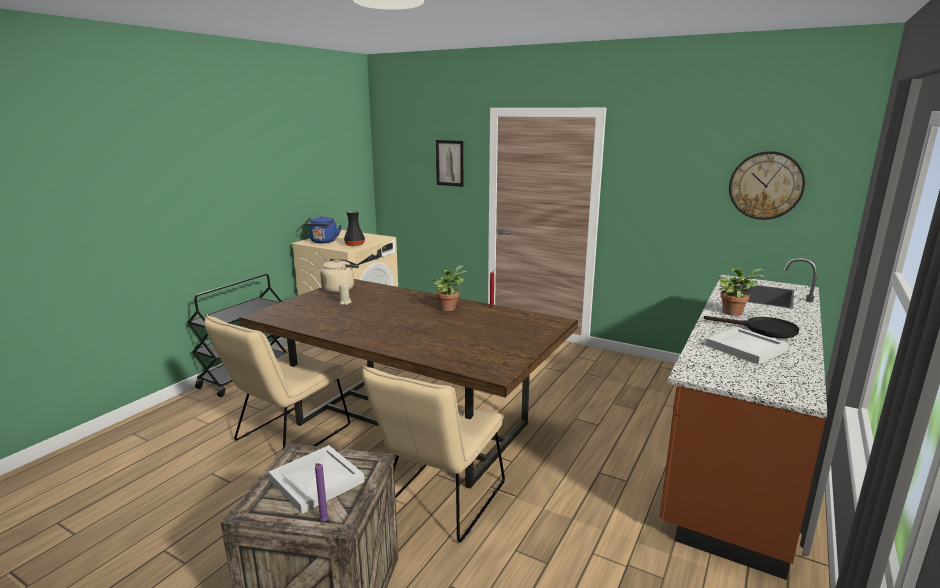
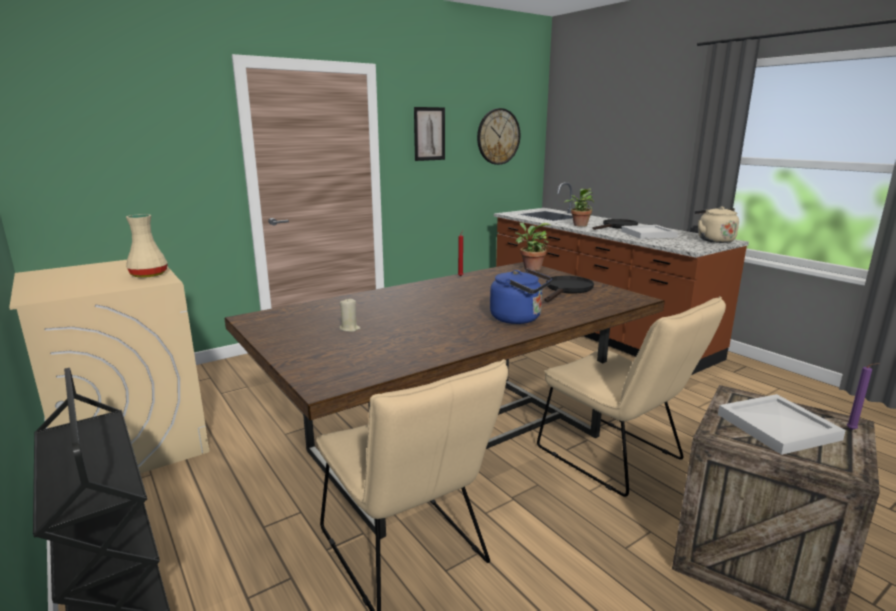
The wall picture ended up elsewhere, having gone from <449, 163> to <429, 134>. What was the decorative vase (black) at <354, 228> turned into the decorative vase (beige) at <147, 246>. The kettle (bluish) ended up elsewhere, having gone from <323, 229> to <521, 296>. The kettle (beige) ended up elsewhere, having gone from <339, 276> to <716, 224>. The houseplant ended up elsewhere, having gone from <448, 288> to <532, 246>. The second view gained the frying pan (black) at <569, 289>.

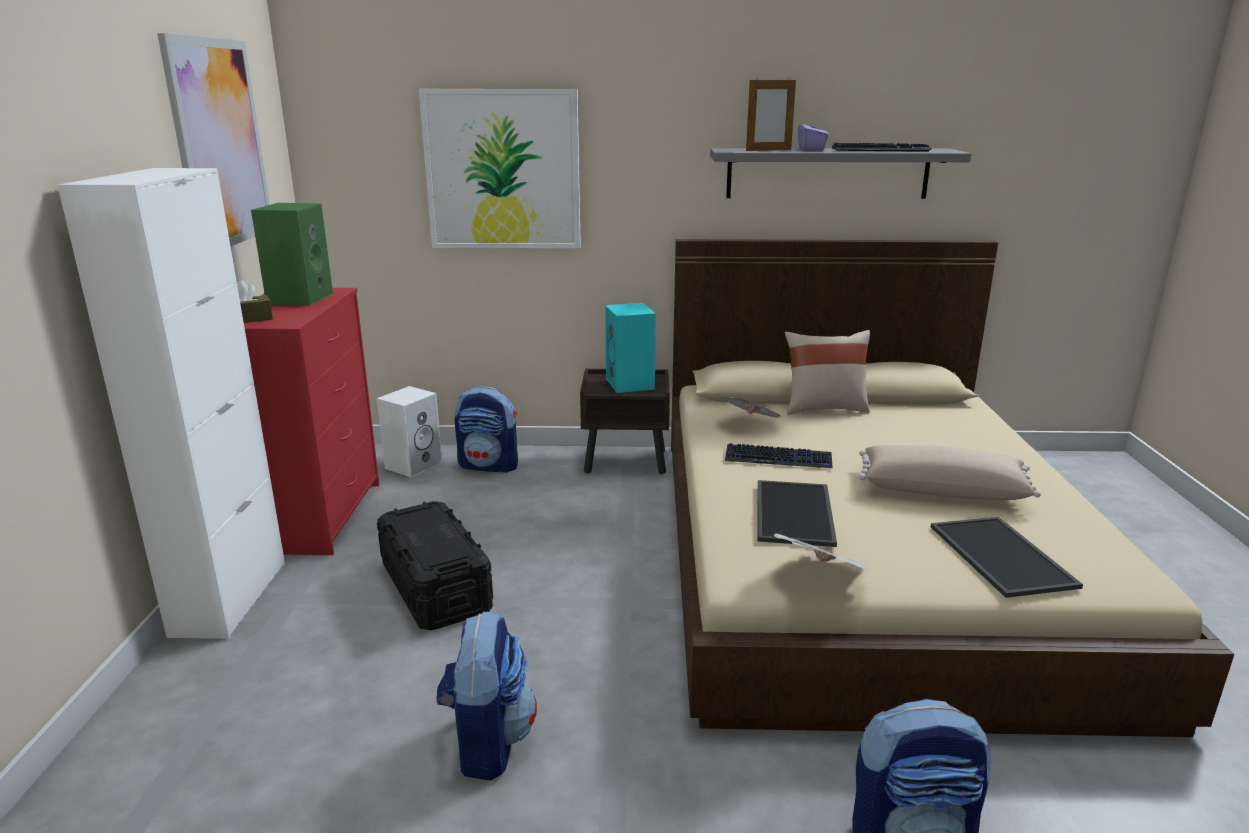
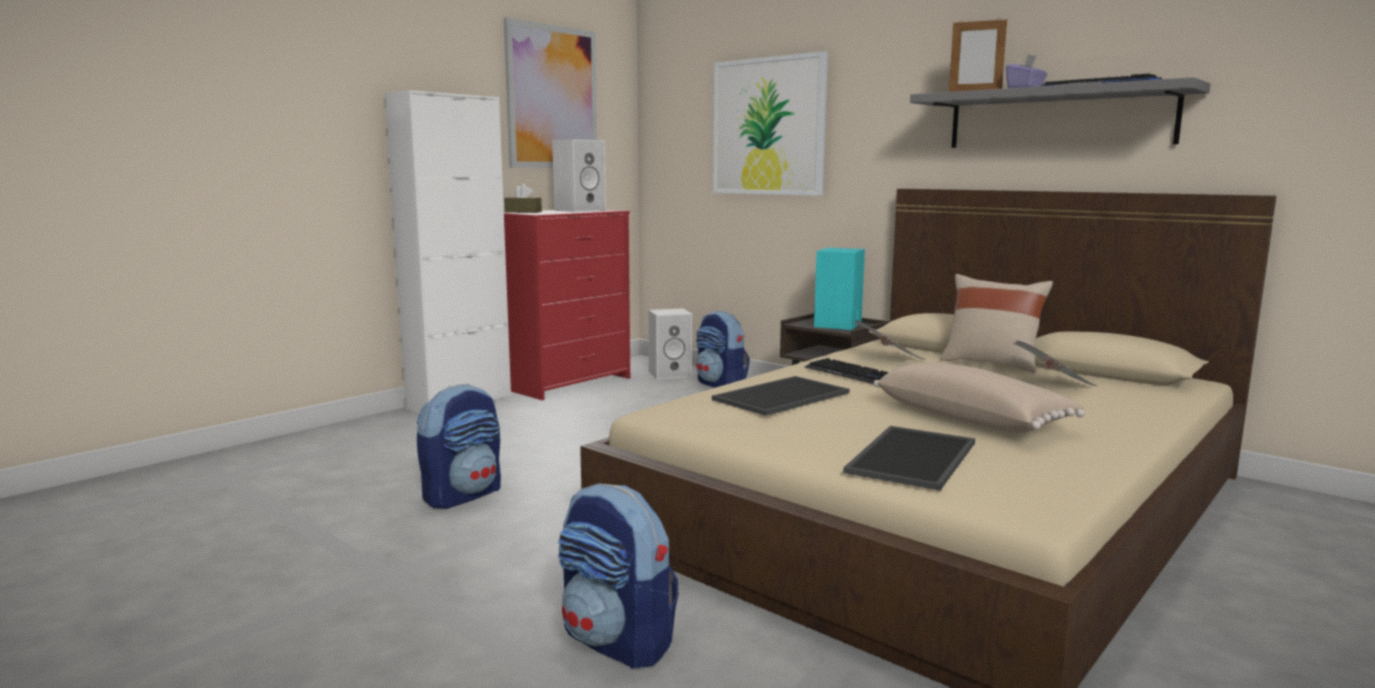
What was the speaker (green) at <292, 254> turned into the speaker (white) at <579, 176>. The second view lost the storage bin (black) at <435, 565>. The daily paper ended up elsewhere, having gone from <822, 552> to <1055, 363>.

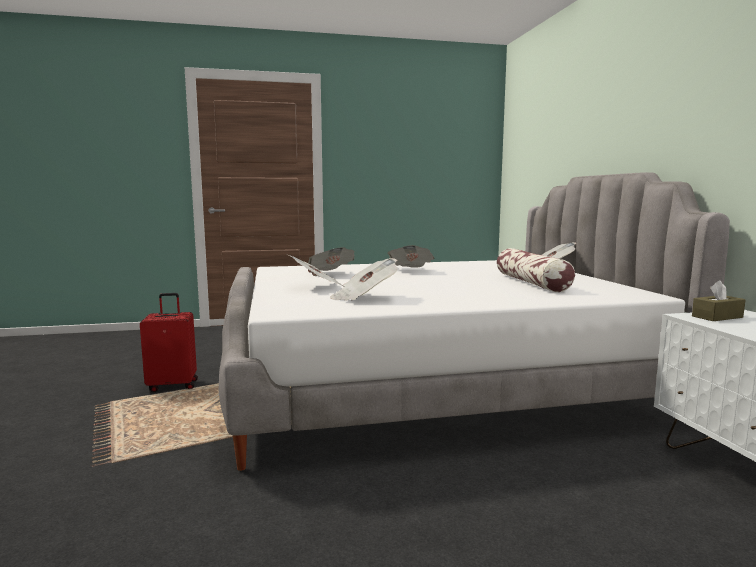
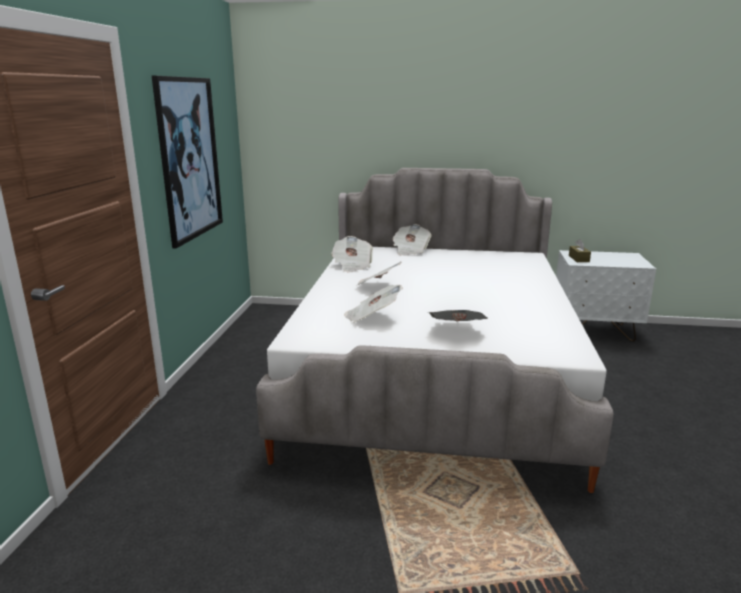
The second view lost the pillow at <536, 270>. The daily paper ended up elsewhere, having gone from <364, 279> to <352, 254>. The second view lost the suitcase (red) at <169, 342>. The second view gained the wall picture at <187, 162>.

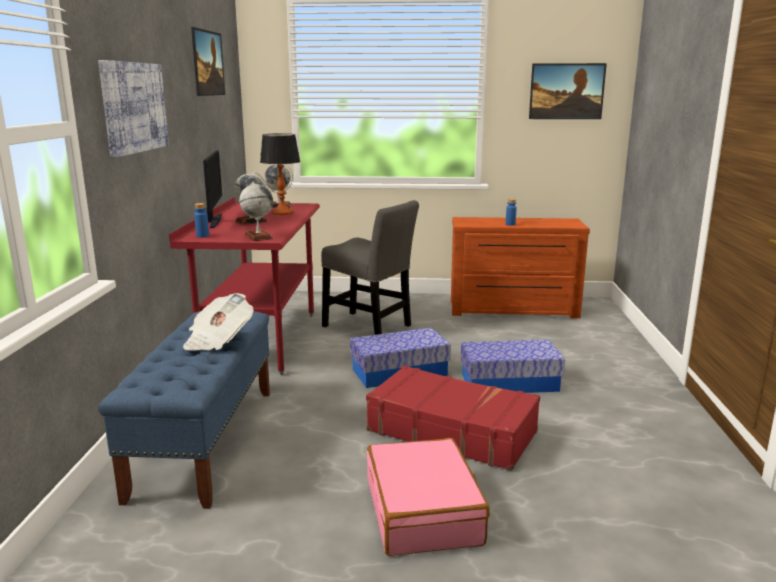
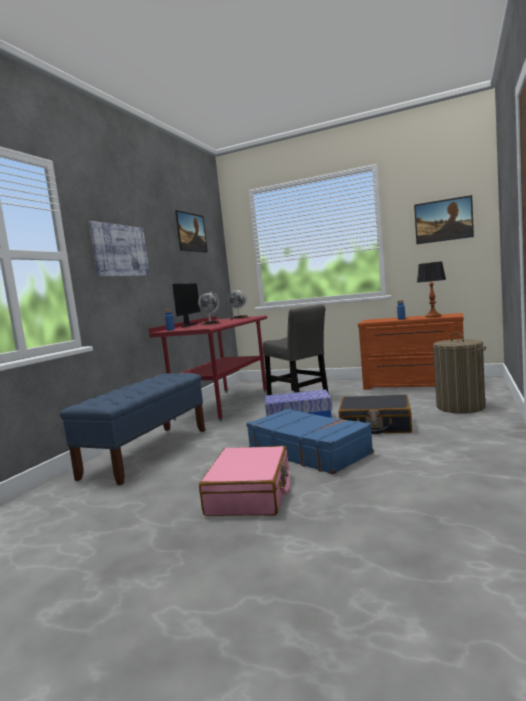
The table lamp ended up elsewhere, having gone from <280, 174> to <431, 289>. The second view lost the desk globe at <256, 211>. The second view lost the daily paper at <218, 322>. Where the storage bin stood at <512, 366>, the suitcase (black) came to stand at <375, 414>. What was the suitcase (red) at <453, 418> turned into the suitcase (bluish) at <309, 441>. The second view gained the hamper at <459, 373>.

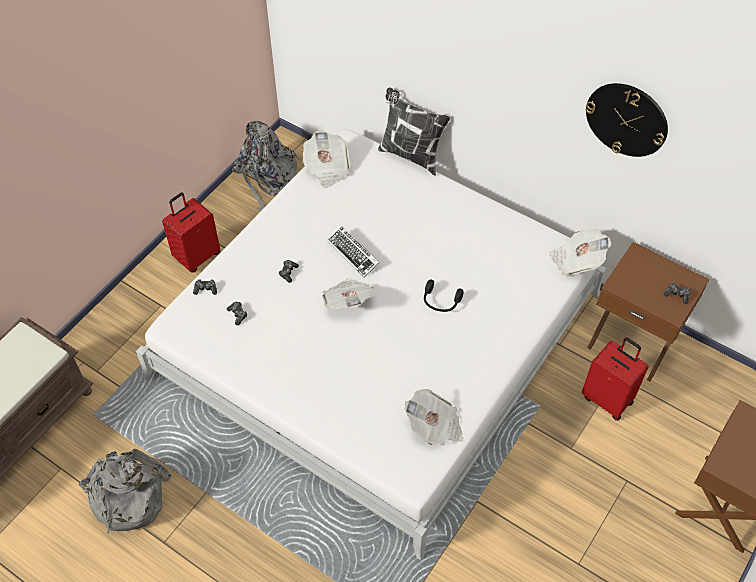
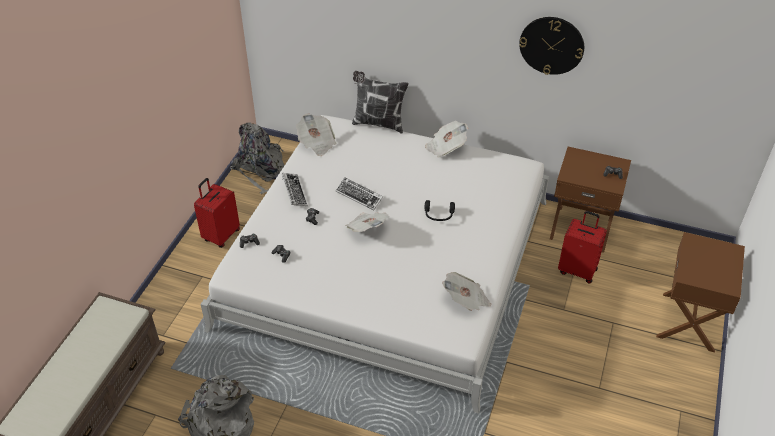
The daily paper ended up elsewhere, having gone from <580, 252> to <446, 139>. The second view gained the keyboard at <295, 189>.

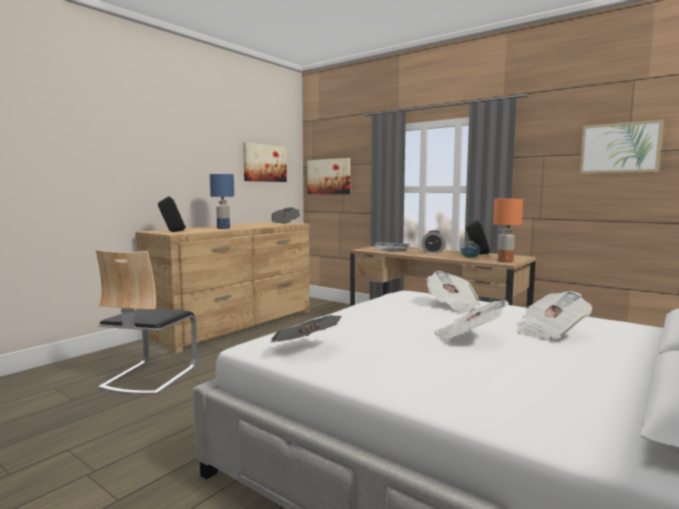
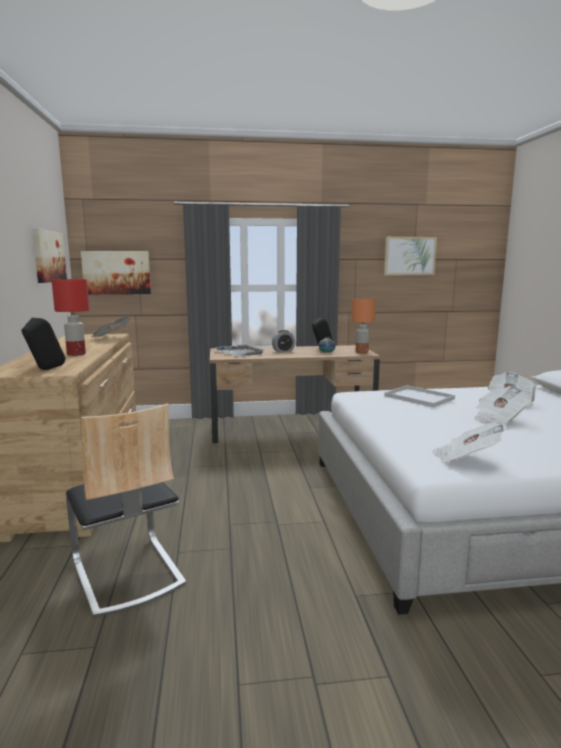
What was the table lamp (bluish) at <222, 201> turned into the table lamp (red) at <71, 317>. Where the daily paper stood at <453, 292>, the carrying tray (white) came to stand at <419, 396>.

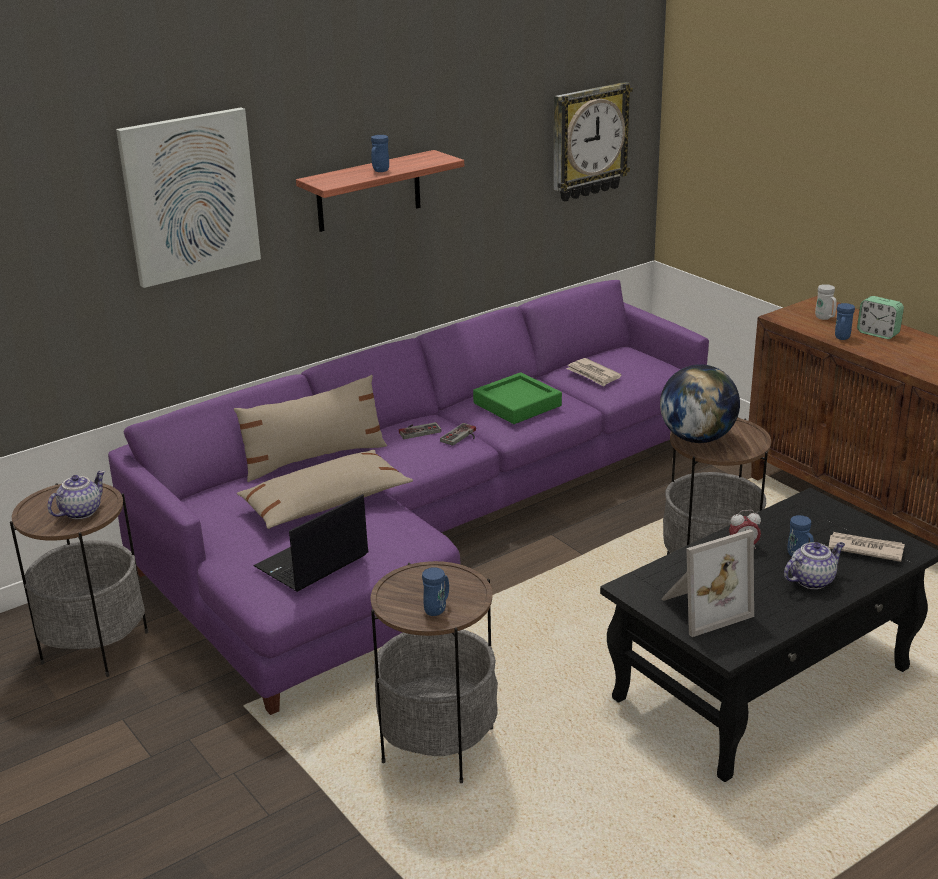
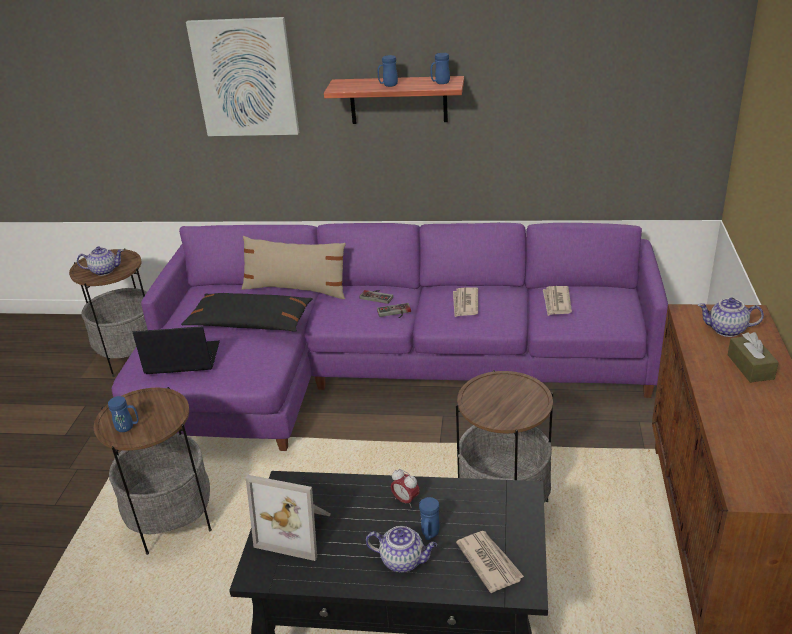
The second view lost the hanging clock at <593, 141>. Where the coffee mug (white) stood at <826, 302>, the pot for tea came to stand at <731, 317>. Where the table clock stood at <880, 317>, the tissue holder (brownish) came to stand at <753, 357>. The coffee mug (bluish) ended up elsewhere, having gone from <845, 321> to <440, 68>. The second view lost the desk globe at <700, 403>. Where the carrying tray (green) stood at <517, 398>, the daily paper came to stand at <465, 302>. What was the pillow (beige) at <325, 489> turned into the pillow (black) at <247, 312>.

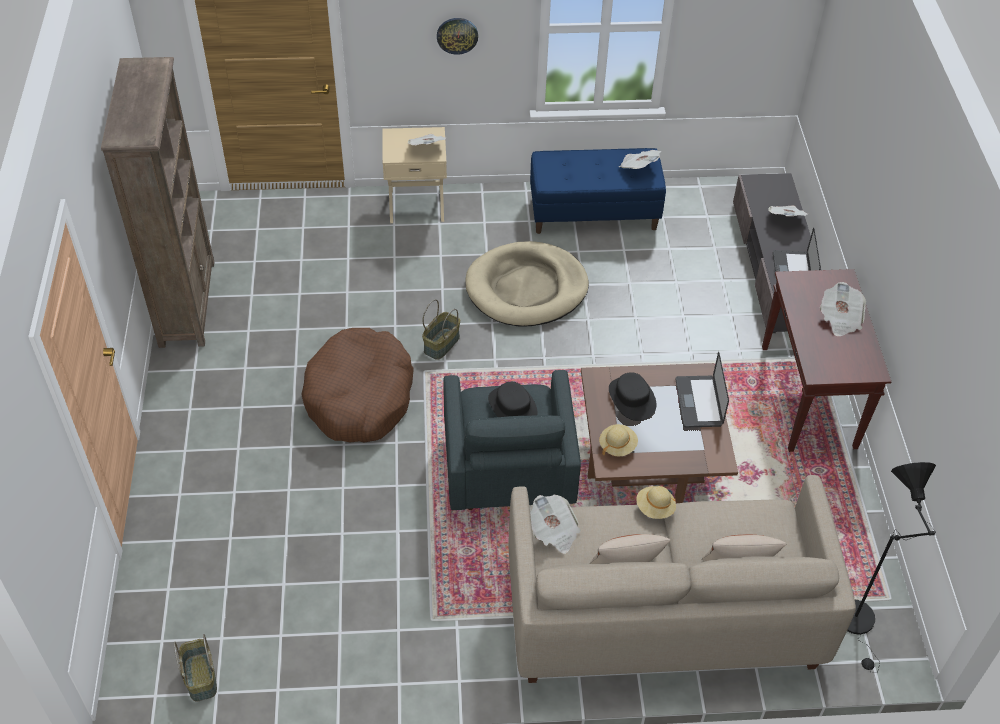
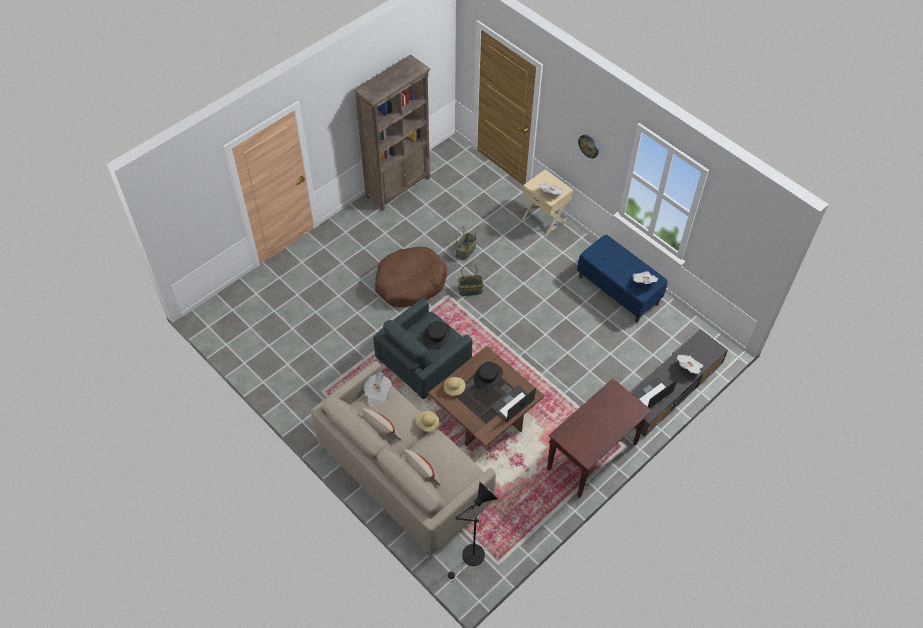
The second view lost the dog bed (beige) at <527, 284>. The second view lost the daily paper at <843, 309>. The storage basket ended up elsewhere, having gone from <195, 668> to <466, 243>.

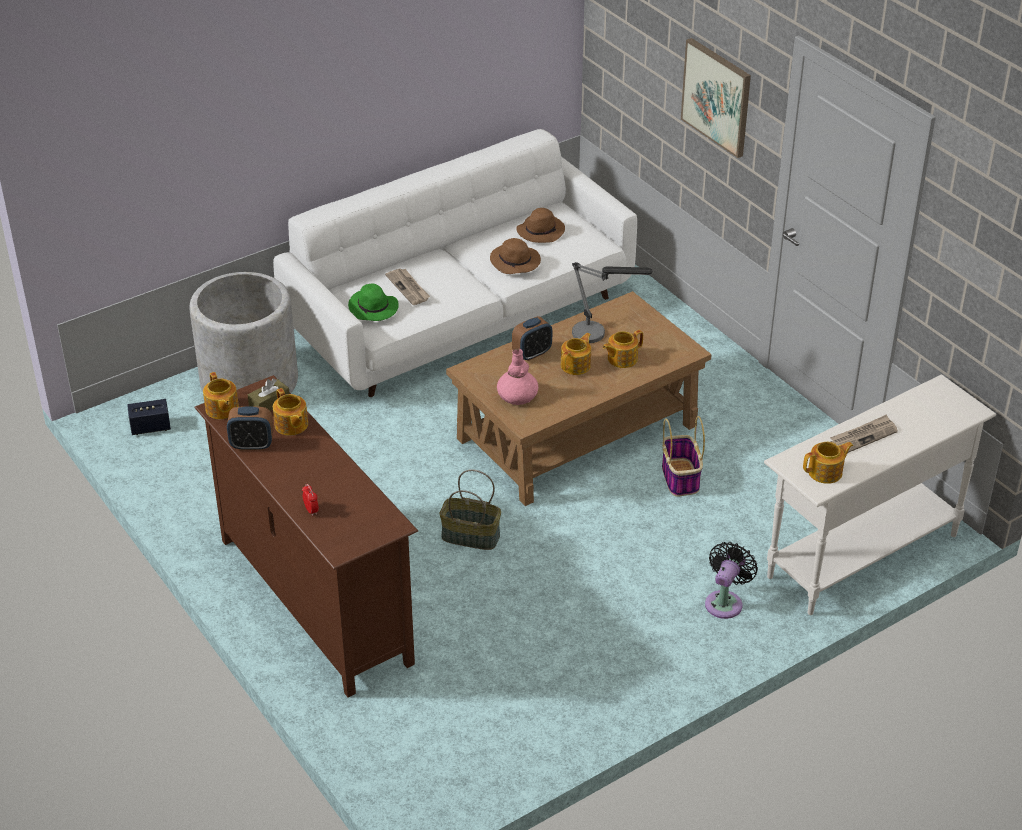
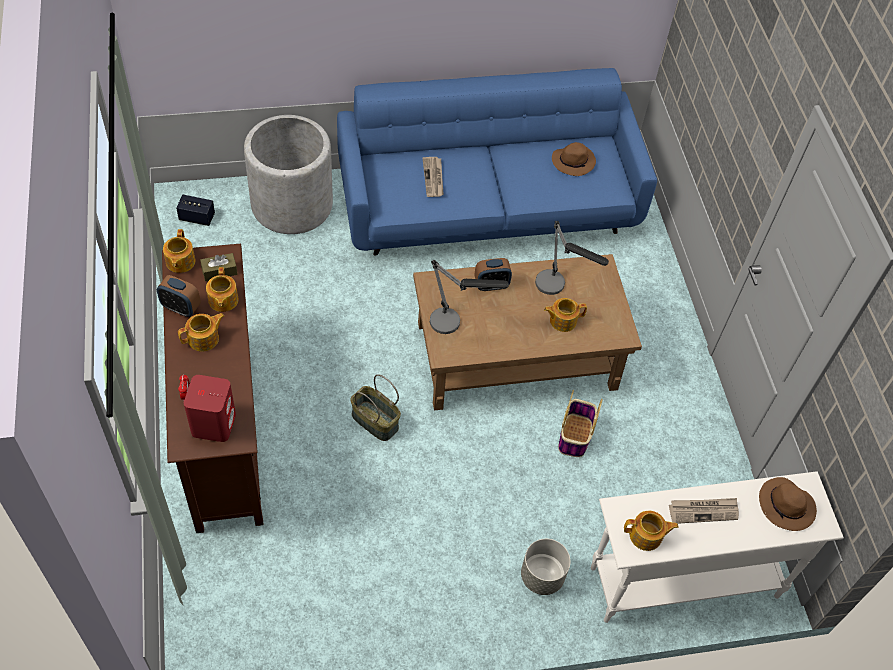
The second view lost the wall picture at <716, 98>. What was the sofa (white) at <455, 263> turned into the sofa (bluish) at <497, 162>. The clothing hat (brownish) ended up elsewhere, having gone from <515, 256> to <788, 504>. The second view lost the clothing hat (green) at <373, 302>. The pot for tea ended up elsewhere, having gone from <576, 354> to <201, 332>. Where the decorative vase (pink) stood at <517, 376>, the table lamp came to stand at <469, 297>. Where the fan (black) stood at <731, 580>, the flower pot (gray) came to stand at <546, 567>. The second view gained the speaker (red) at <210, 408>.

